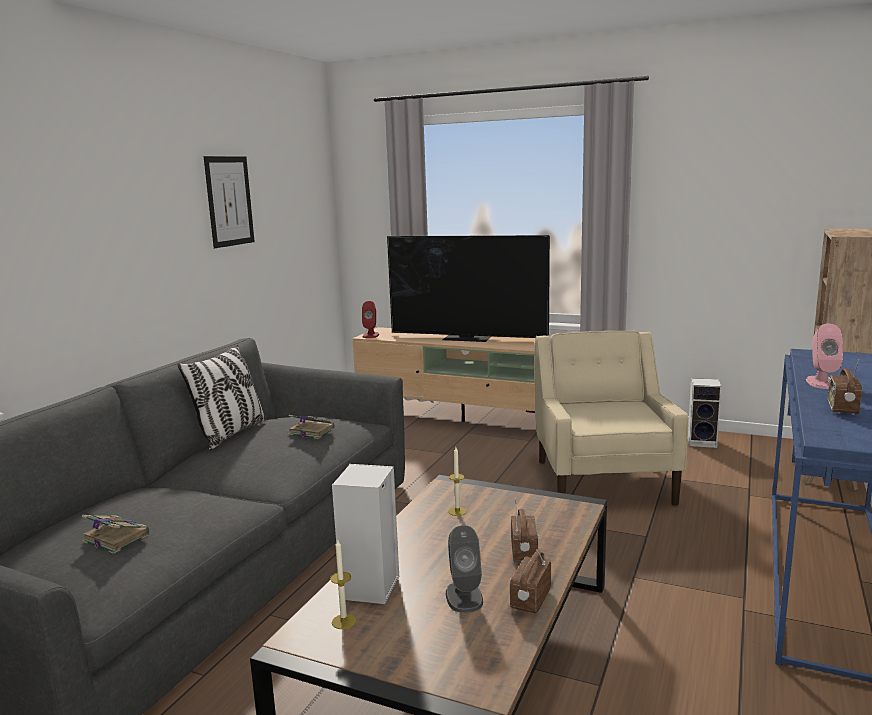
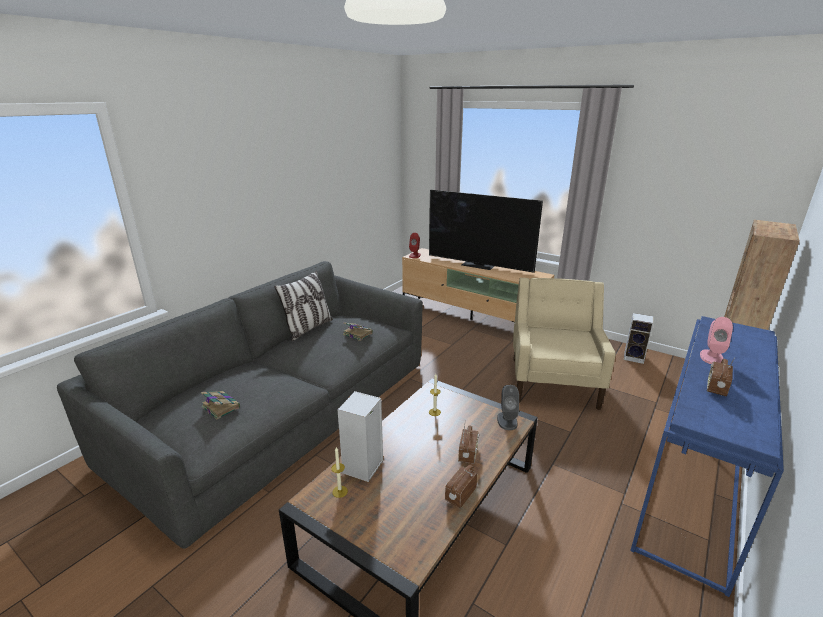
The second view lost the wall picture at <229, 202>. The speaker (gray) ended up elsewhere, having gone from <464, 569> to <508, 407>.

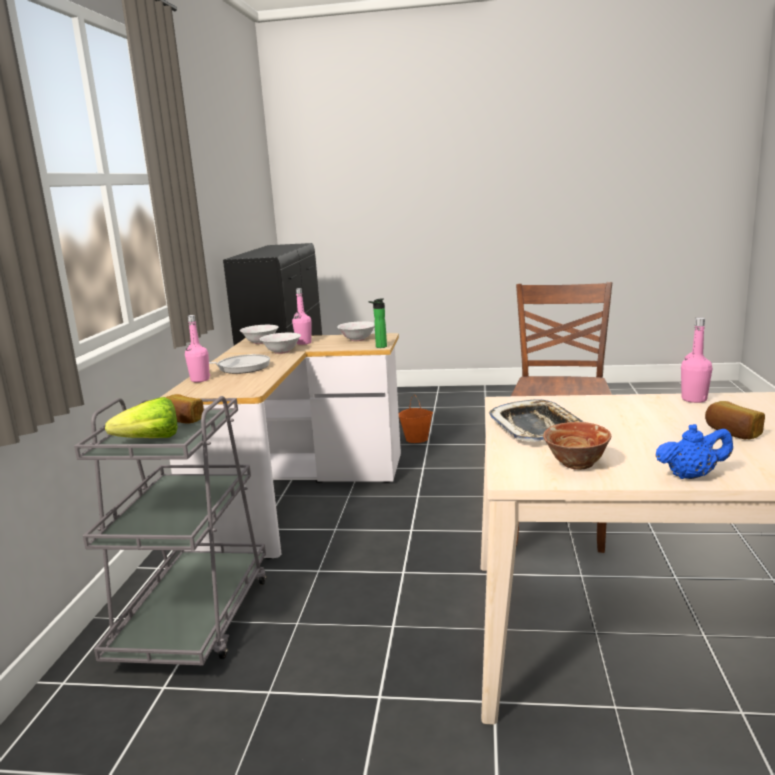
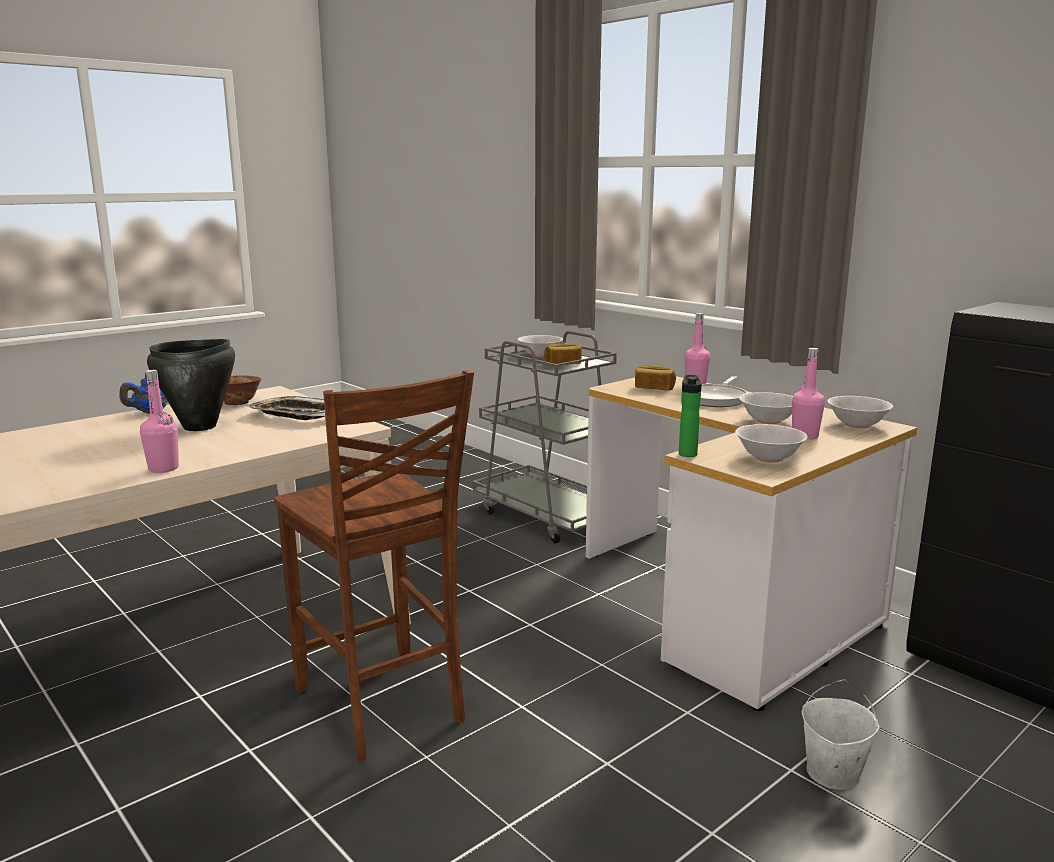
What was the pail (orange-coloured) at <416, 419> turned into the pail (white) at <840, 735>. Where the lettuce head stood at <141, 417>, the bowl (white) came to stand at <540, 346>. The bakery bread ended up elsewhere, having gone from <735, 420> to <655, 378>. The second view gained the cooking pot (black) at <191, 385>.

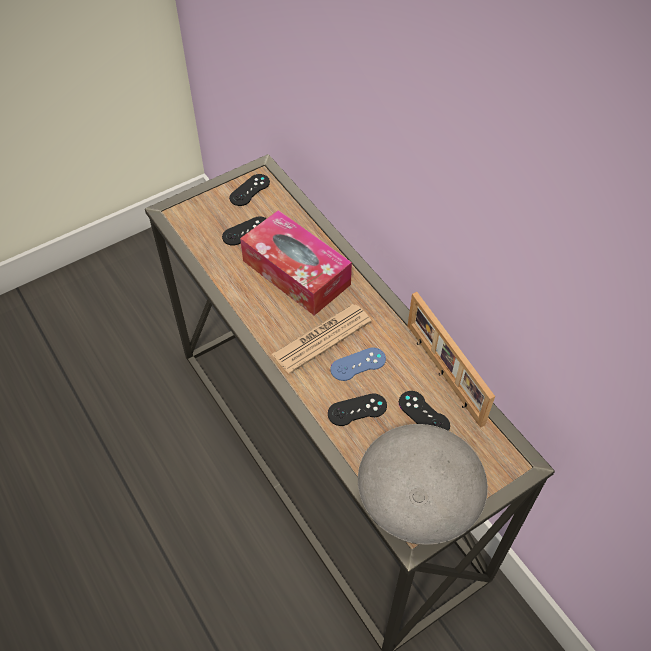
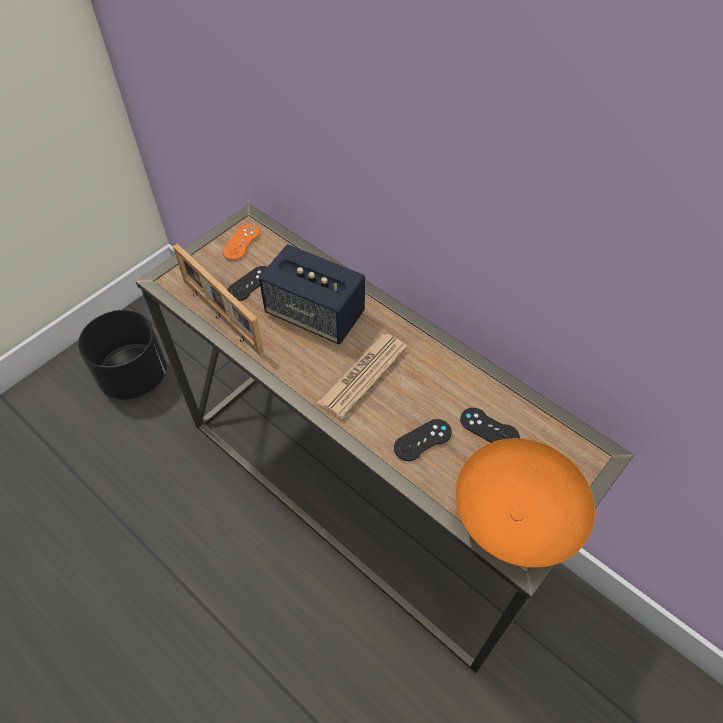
What was the joypad (black) at <249, 190> turned into the joypad (orange-coloured) at <241, 242>. Where the tissue holder stood at <296, 263>, the speaker came to stand at <312, 294>. The standing frame ended up elsewhere, having gone from <451, 360> to <218, 300>. The second view lost the joypad (bluish) at <358, 364>. What was the bowl (gray) at <423, 484> turned into the bowl (orange-coloured) at <525, 503>. The second view gained the flower pot (black) at <122, 355>.

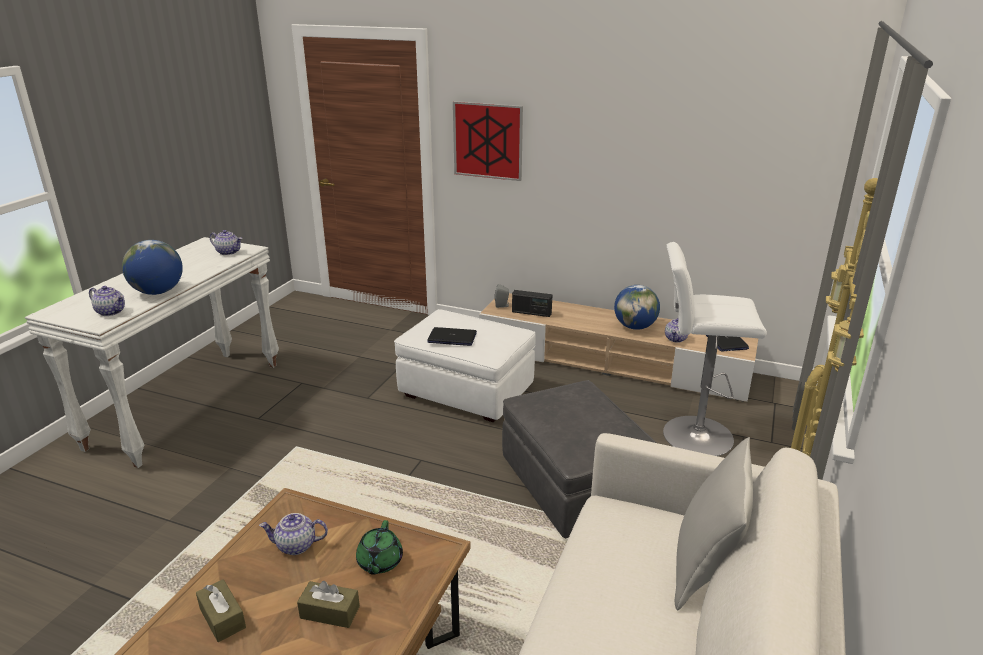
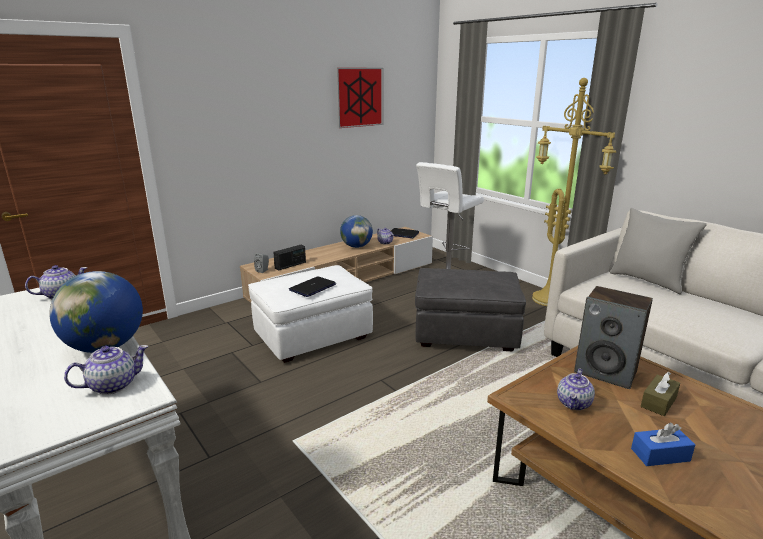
The wall picture ended up elsewhere, having gone from <488, 141> to <359, 98>. Where the pot for tea (green) stood at <379, 547>, the speaker came to stand at <613, 337>. What was the tissue holder (brownish) at <221, 610> turned into the tissue holder (bluish) at <663, 444>.

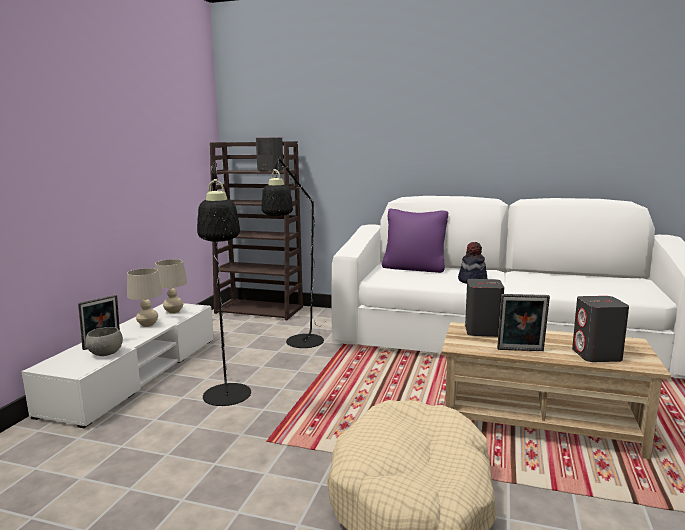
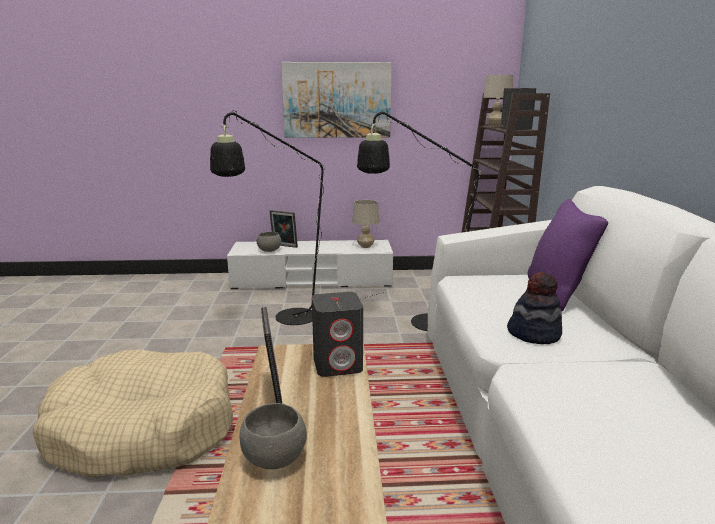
The table lamp (beige) ended up elsewhere, having gone from <144, 297> to <498, 101>. Where the speaker (gray) stood at <600, 329>, the bowl (gray) came to stand at <273, 436>. The second view gained the wall picture at <336, 100>.

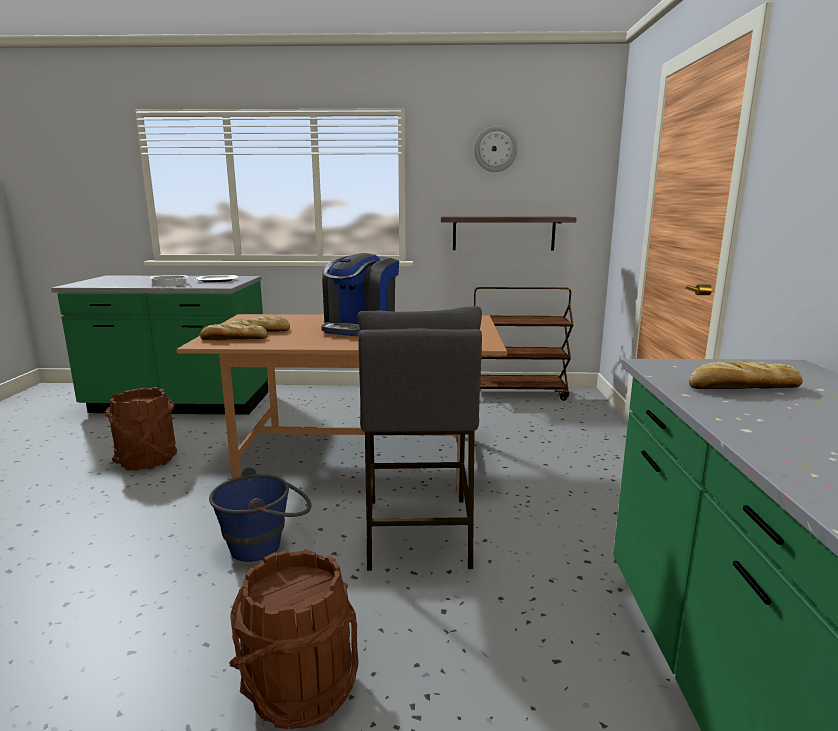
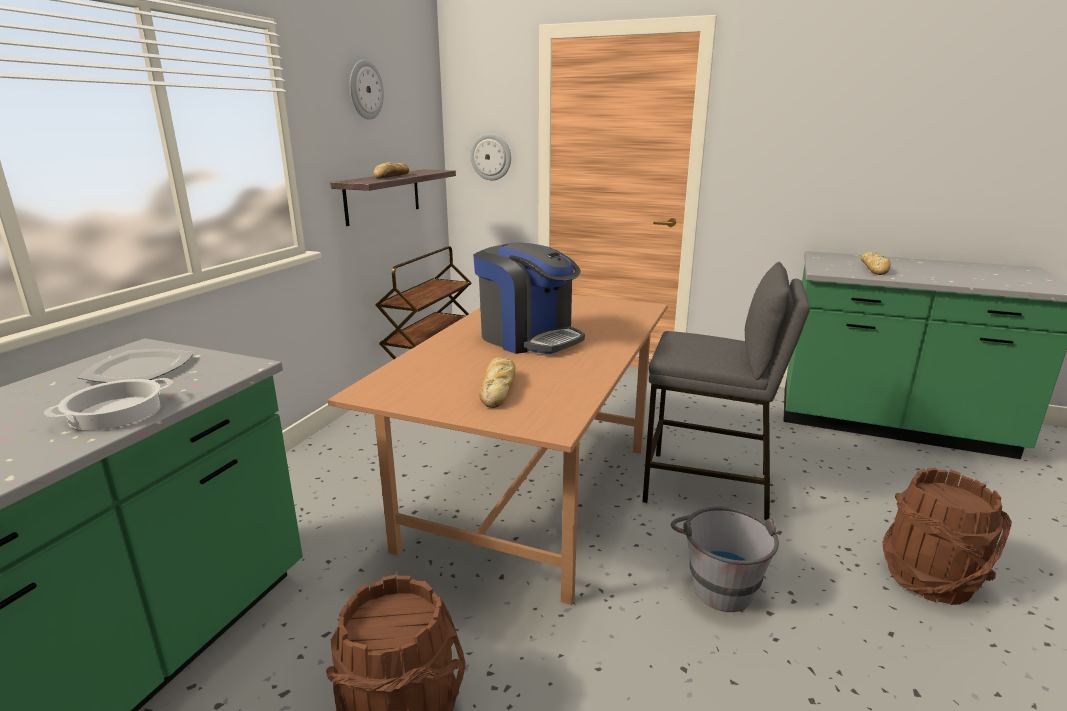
The bakery bread ended up elsewhere, having gone from <234, 332> to <391, 170>. What was the pail (bluish) at <260, 514> turned into the pail (gray) at <725, 559>. The second view gained the hanging clock at <490, 156>.

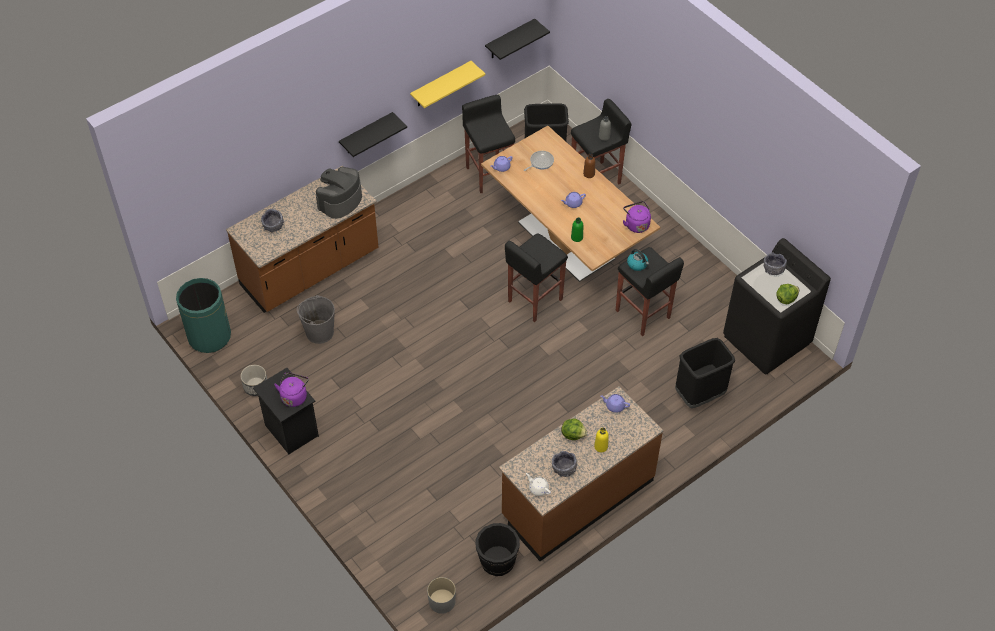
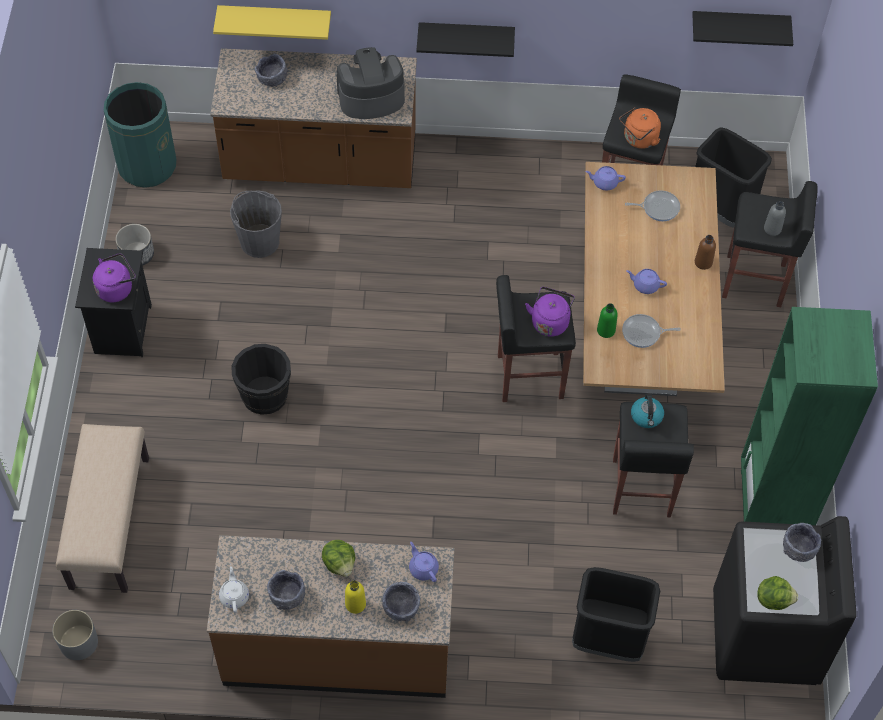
The wall shelf (yellow-coloured) ended up elsewhere, having gone from <447, 84> to <272, 22>. The kettle (purple-coloured) ended up elsewhere, having gone from <637, 217> to <550, 312>. The pail (black) ended up elsewhere, having gone from <497, 549> to <261, 379>. The second view gained the kettle (orange-coloured) at <640, 128>. The second view gained the bookcase (green) at <809, 416>. The second view gained the frying pan at <651, 331>. The second view gained the bench (beige) at <102, 508>. The second view gained the bowl (gray) at <401, 601>.

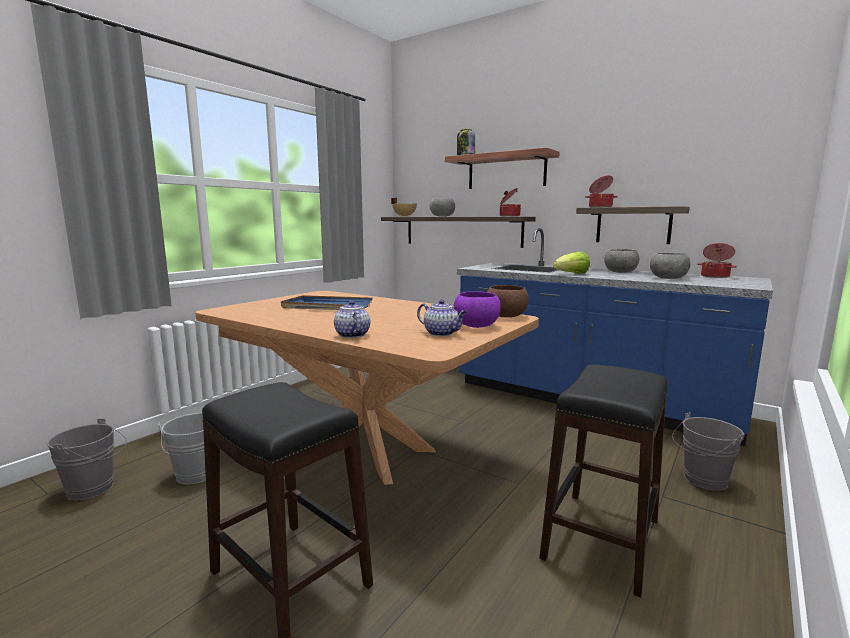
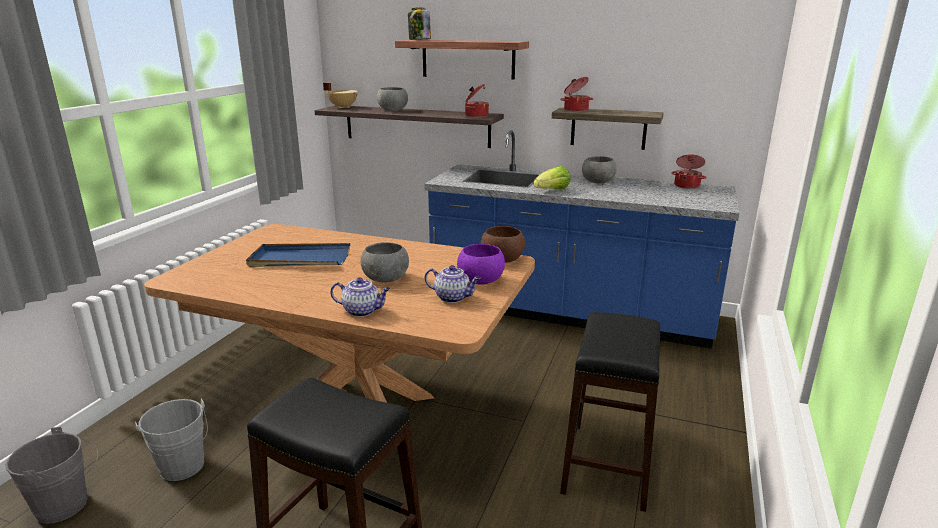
The bowl (gray) ended up elsewhere, having gone from <670, 266> to <385, 262>. The pot for tea at <352, 319> ended up facing another way, 135 degrees clockwise from before. The second view lost the pail (gray) at <708, 451>.

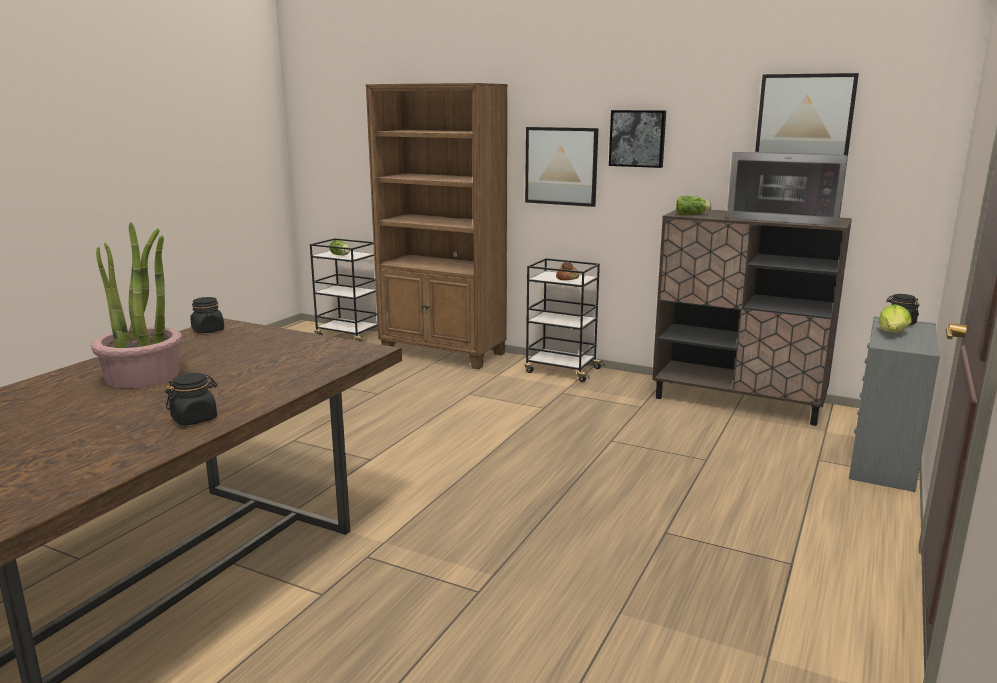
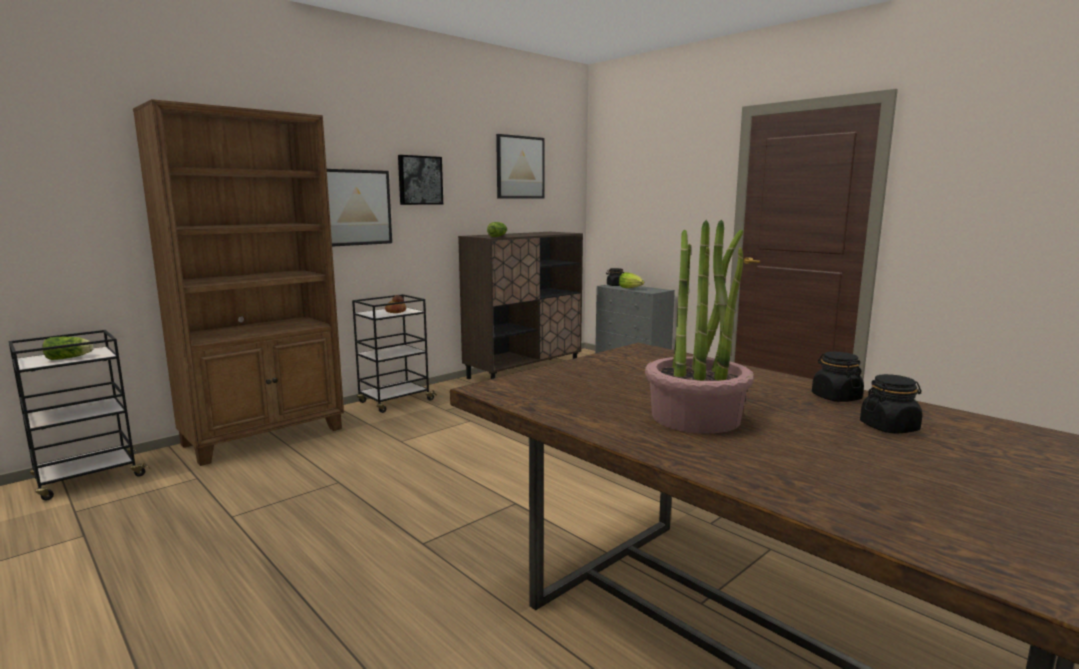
The second view lost the kitchen microwave at <787, 189>. The jar (black) ended up elsewhere, having gone from <207, 315> to <891, 403>.

